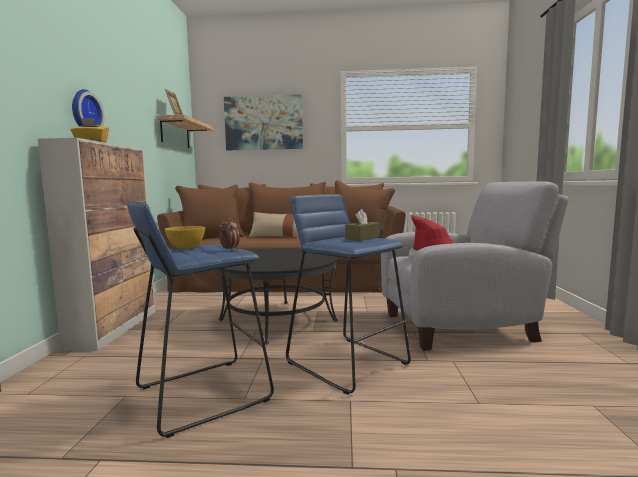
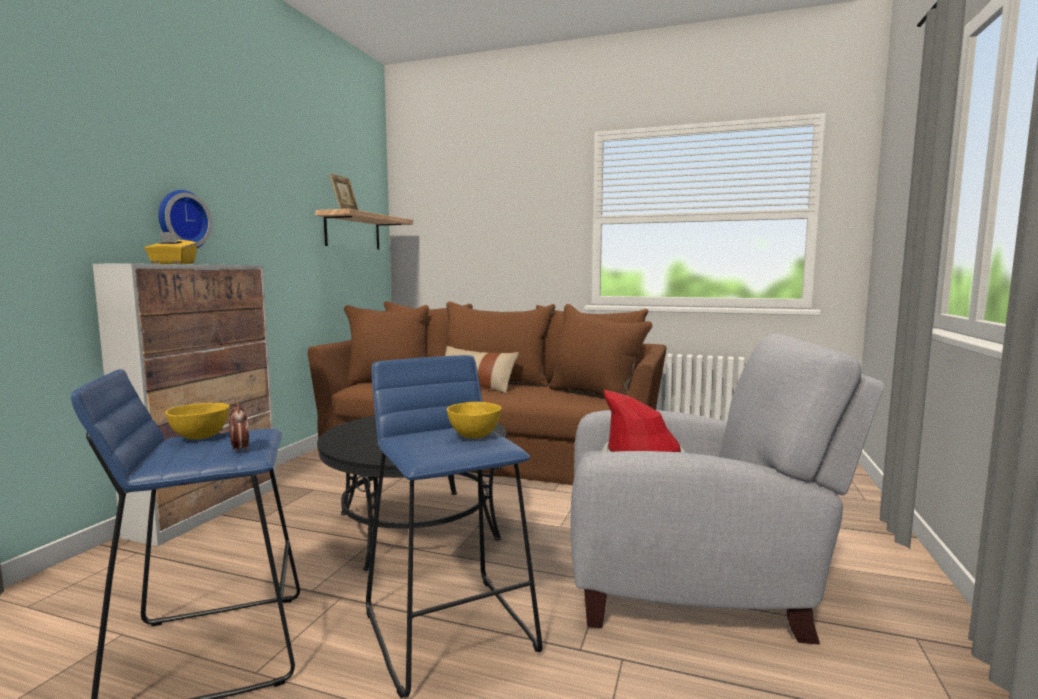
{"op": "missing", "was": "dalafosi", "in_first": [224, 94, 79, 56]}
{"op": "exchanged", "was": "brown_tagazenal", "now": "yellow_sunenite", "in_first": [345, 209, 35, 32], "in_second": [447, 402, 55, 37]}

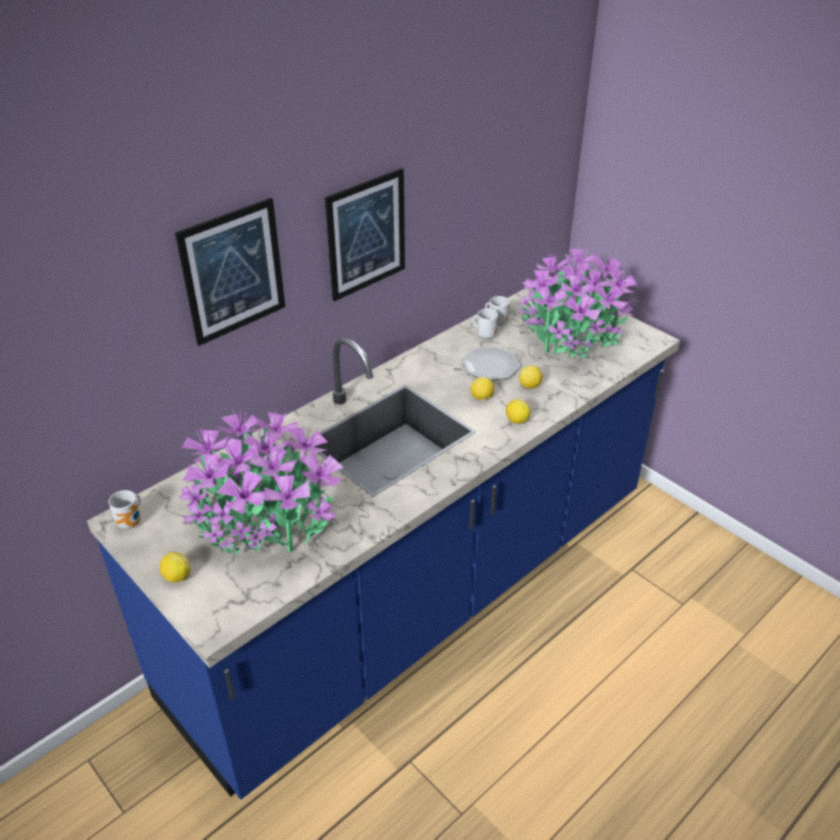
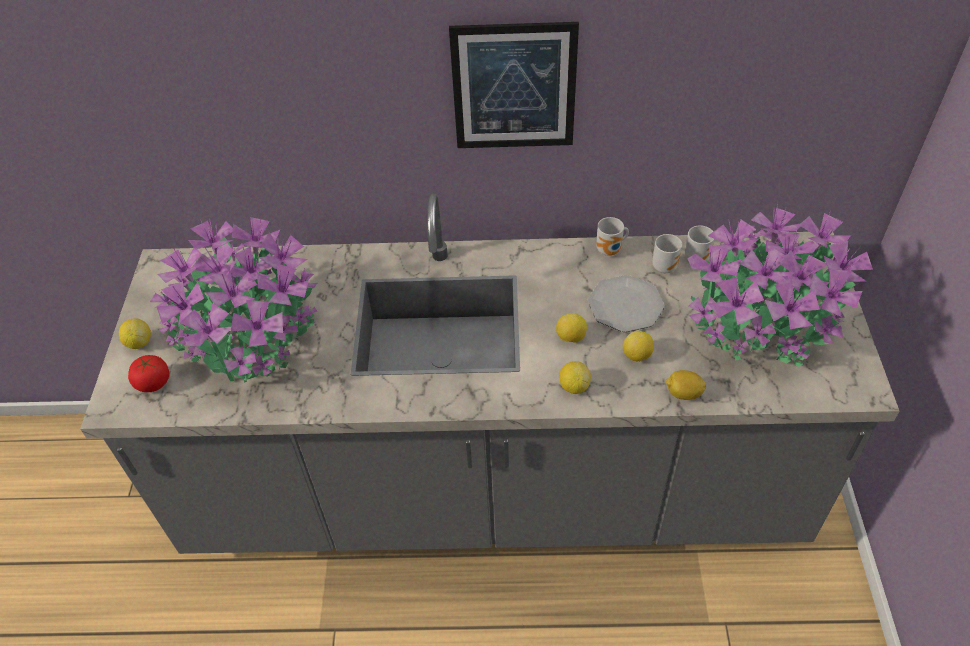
{"op": "missing", "was": "dalafosi", "in_first": [175, 198, 110, 148]}
{"op": "appeared", "now": "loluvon", "in_second": [128, 355, 41, 37]}
{"op": "appeared", "now": "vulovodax", "in_second": [666, 370, 40, 30]}
{"op": "relocated", "was": "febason", "in_first": [108, 490, 33, 39], "in_second": [596, 217, 33, 39]}
{"op": "colour", "was": "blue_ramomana", "now": "grey_ramomana", "in_first": [87, 276, 593, 524], "in_second": [80, 192, 819, 362]}

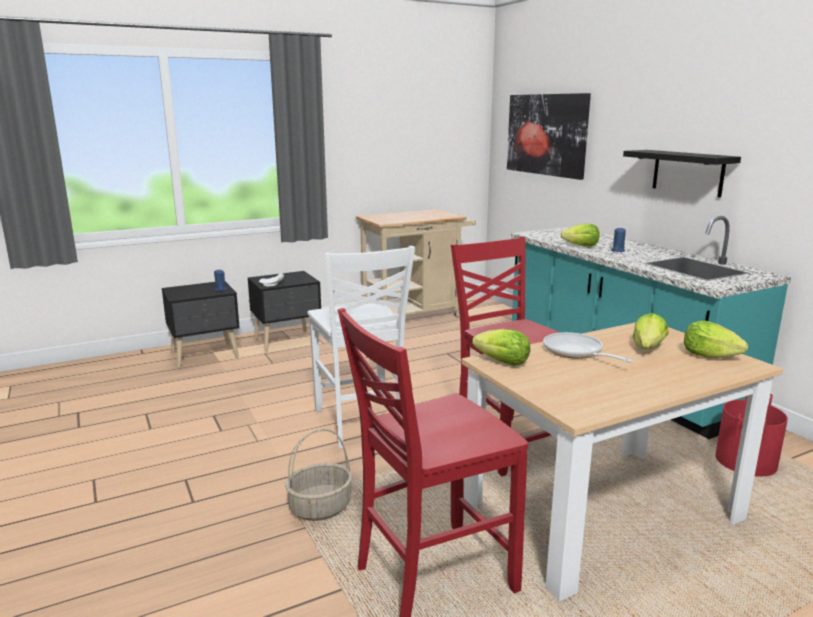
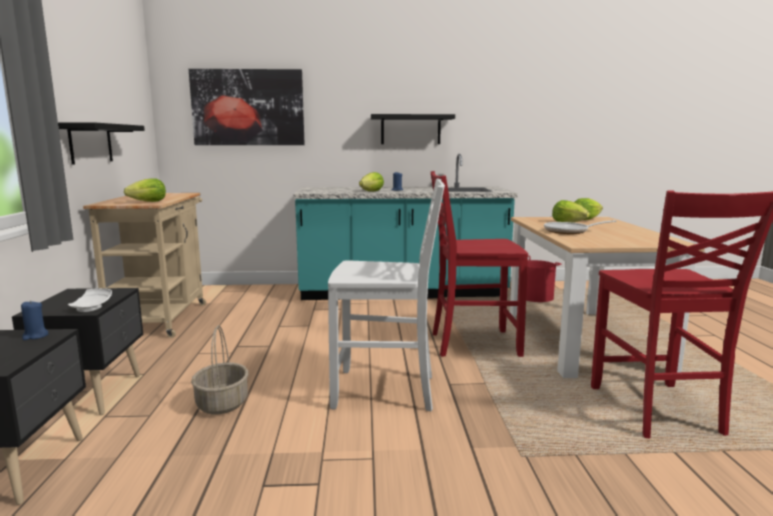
{"op": "appeared", "now": "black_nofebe", "in_second": [58, 122, 87, 43]}
{"op": "relocated", "was": "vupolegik", "in_first": [285, 429, 68, 92], "in_second": [191, 325, 57, 90]}
{"op": "relocated", "was": "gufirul", "in_first": [472, 329, 58, 37], "in_second": [124, 178, 42, 24]}

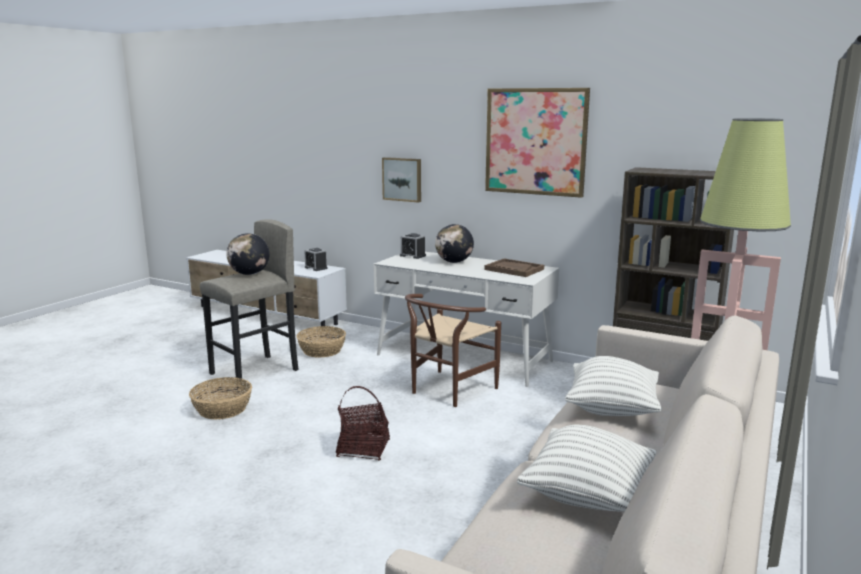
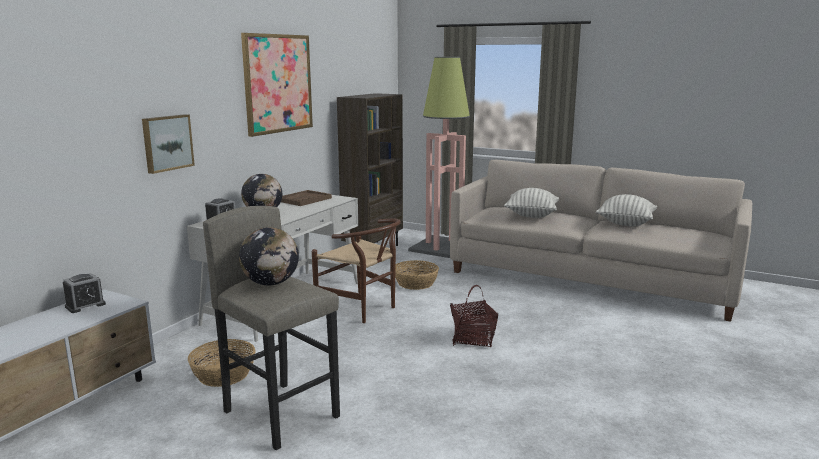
{"op": "relocated", "was": "vupolegik", "in_first": [189, 377, 63, 42], "in_second": [395, 260, 44, 30]}

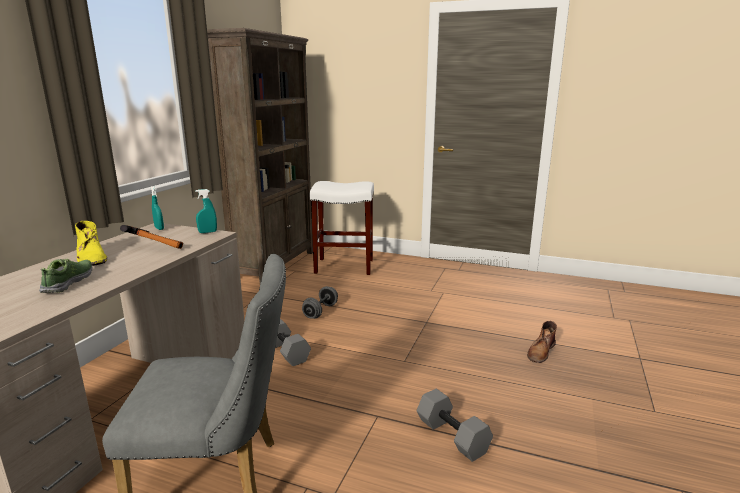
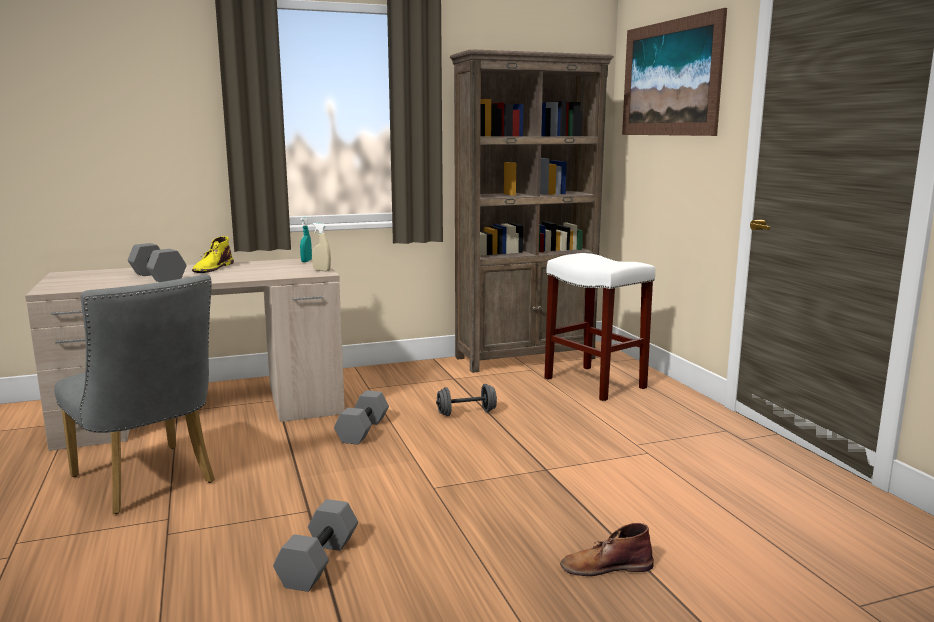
{"op": "missing", "was": "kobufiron", "in_first": [120, 225, 63, 24]}
{"op": "appeared", "now": "dalafosi", "in_second": [622, 8, 105, 128]}
{"op": "exchanged", "was": "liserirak", "now": "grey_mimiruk", "in_first": [39, 258, 54, 35], "in_second": [128, 243, 59, 39]}
{"op": "colour", "was": "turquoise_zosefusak", "now": "beige_zosefusak", "in_first": [195, 189, 22, 44], "in_second": [312, 223, 19, 48]}

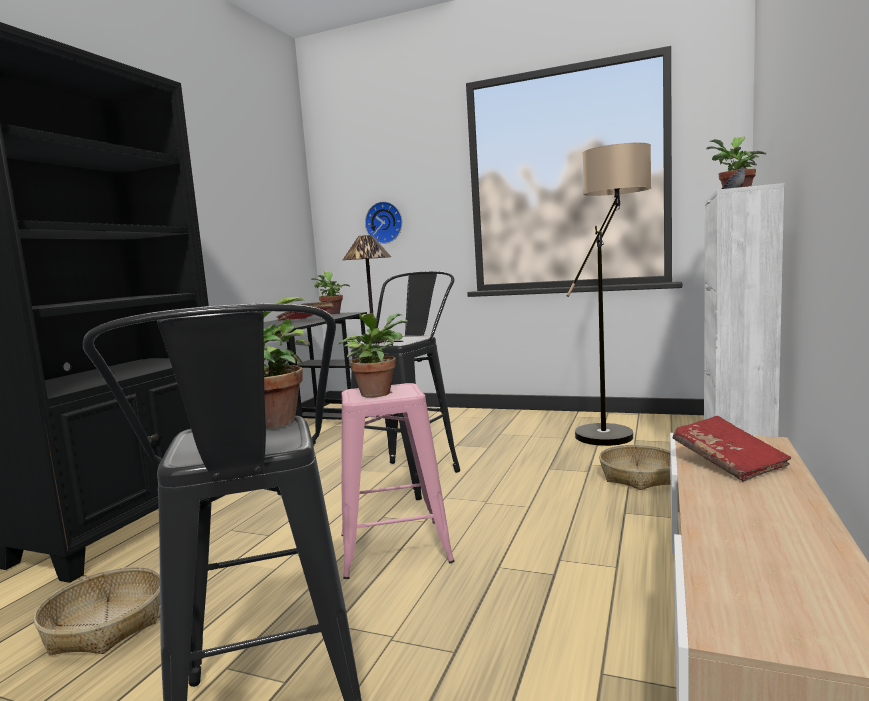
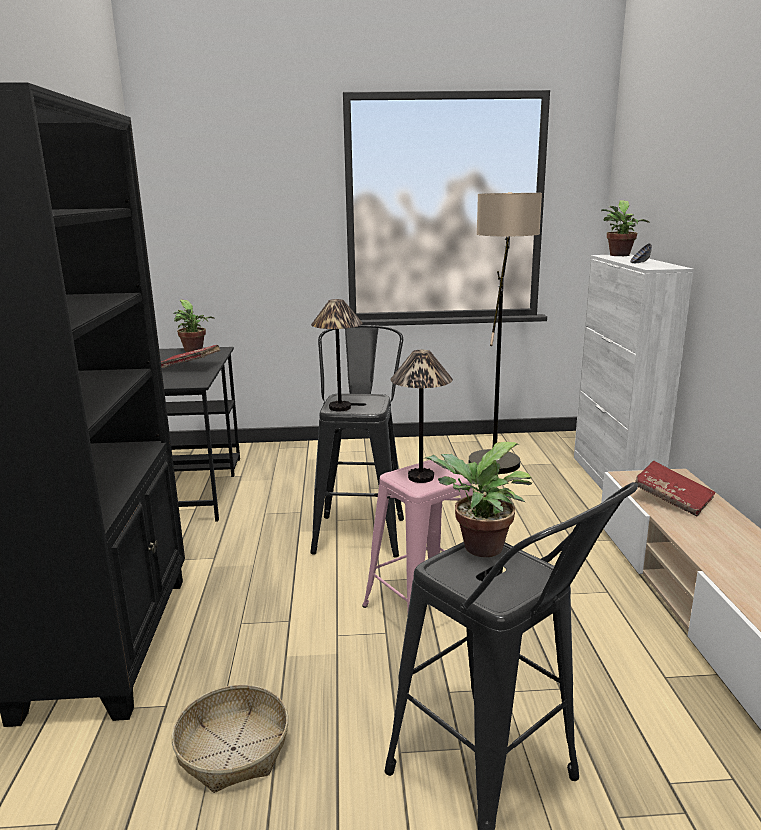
{"op": "missing", "was": "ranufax", "in_first": [365, 201, 37, 43]}
{"op": "missing", "was": "vupolegik", "in_first": [599, 445, 71, 45]}
{"op": "exchanged", "was": "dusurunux", "now": "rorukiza", "in_first": [338, 313, 70, 84], "in_second": [391, 350, 62, 133]}

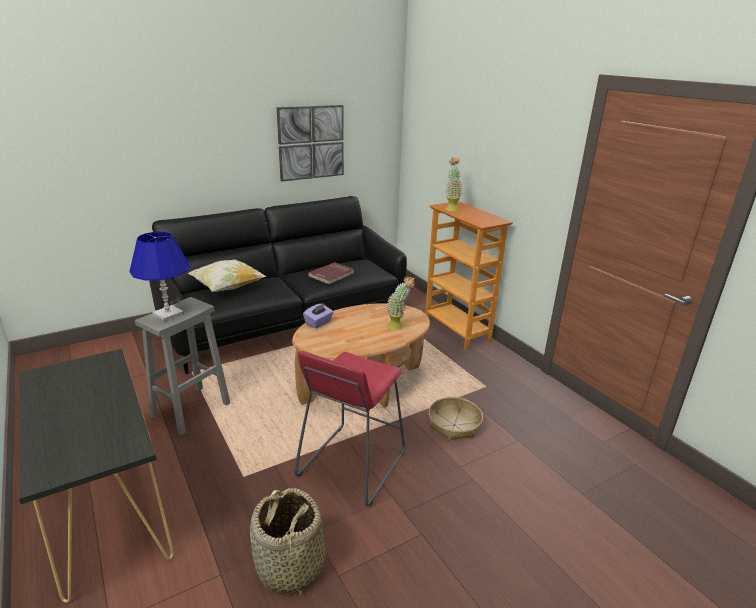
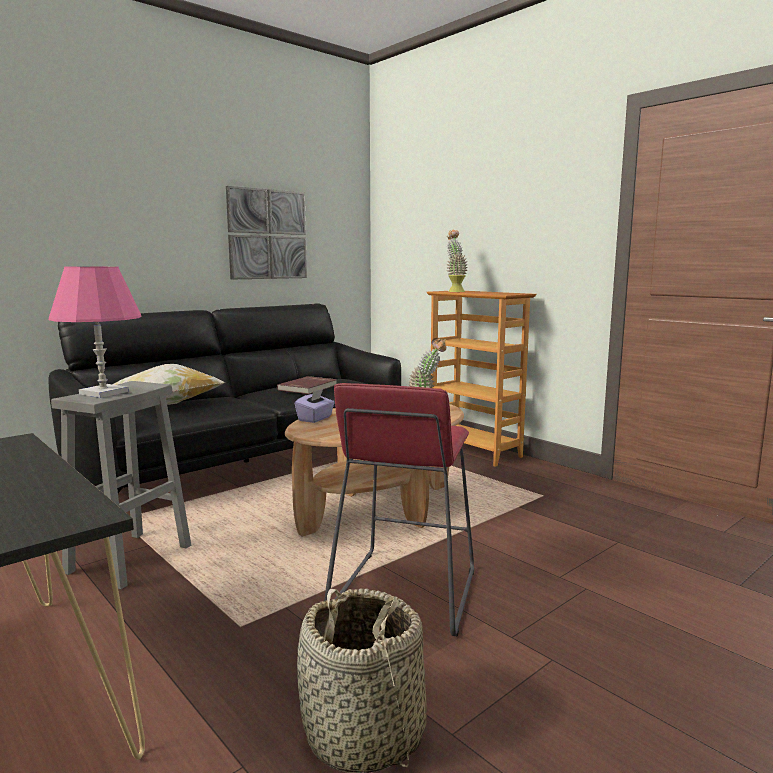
{"op": "missing", "was": "vupolegik", "in_first": [429, 397, 54, 44]}
{"op": "colour", "was": "blue_rorukiza", "now": "pink_rorukiza", "in_first": [130, 232, 60, 90], "in_second": [49, 266, 92, 132]}

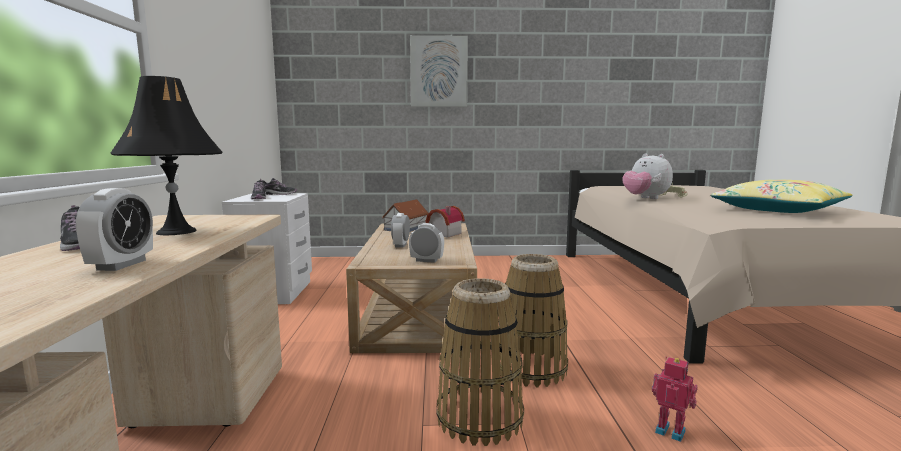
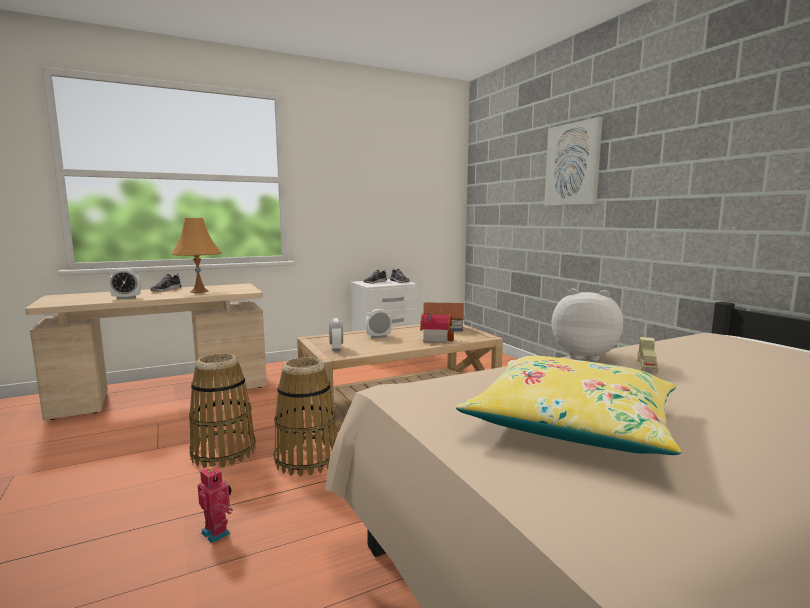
{"op": "colour", "was": "black_rorukiza", "now": "orange_rorukiza", "in_first": [111, 76, 112, 160], "in_second": [171, 218, 51, 75]}
{"op": "spun", "was": "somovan", "in_first": [622, 153, 51, 46], "in_second": [552, 289, 71, 72], "clockwise": 75}
{"op": "spun", "was": "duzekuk", "in_first": [652, 357, 46, 85], "in_second": [198, 465, 35, 78], "clockwise": -60}

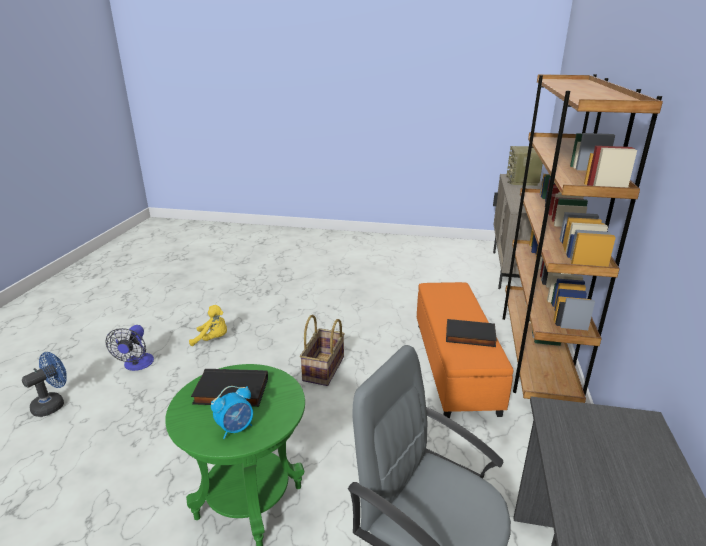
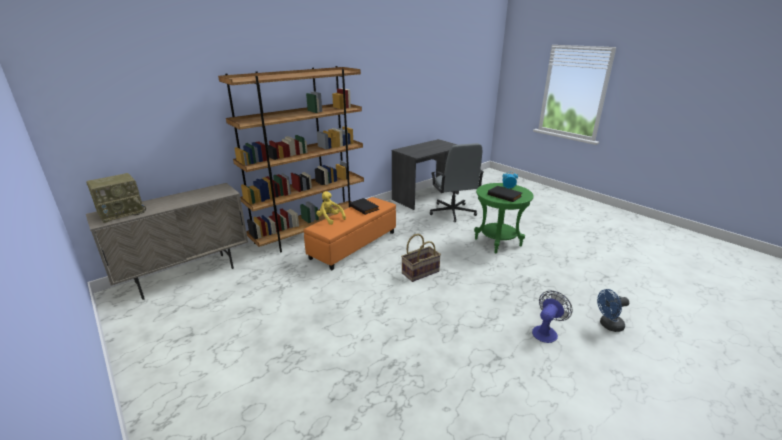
{"op": "relocated", "was": "yellow_somovan", "in_first": [189, 305, 38, 41], "in_second": [316, 191, 30, 34]}

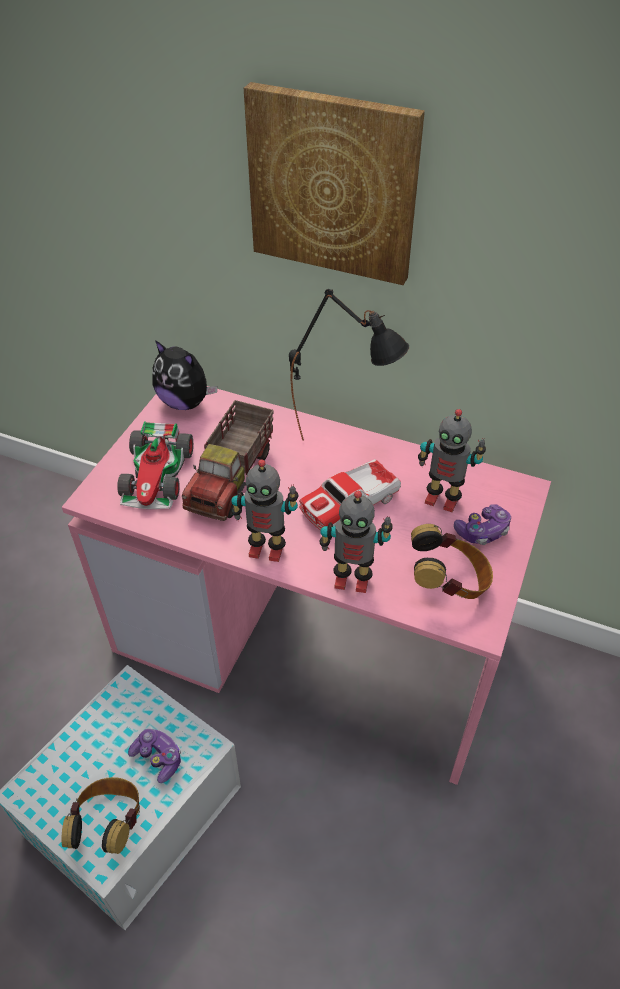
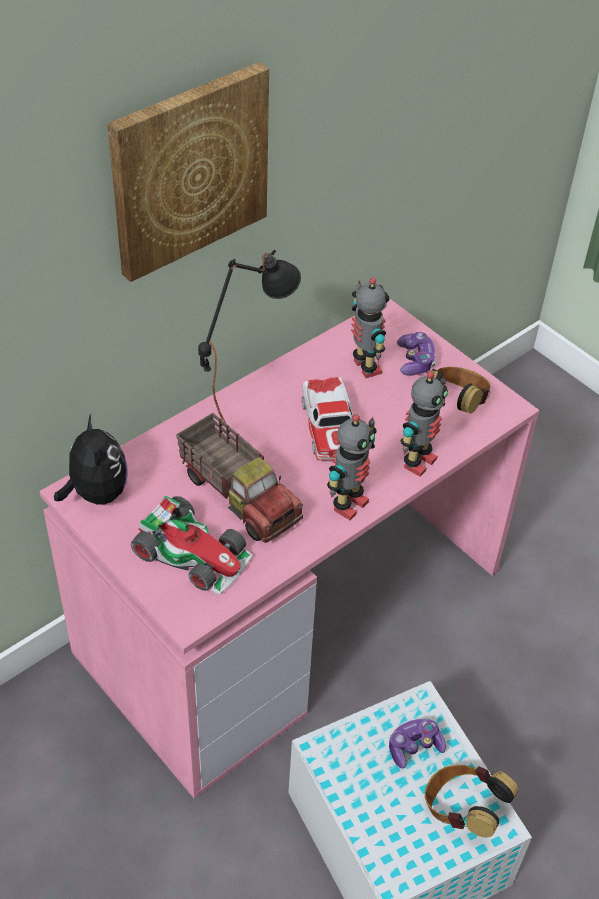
{"op": "spun", "was": "somovan", "in_first": [152, 340, 65, 70], "in_second": [54, 414, 74, 91], "clockwise": -75}
{"op": "spun", "was": "duzekuk", "in_first": [418, 409, 68, 103], "in_second": [351, 278, 39, 100], "clockwise": -75}

